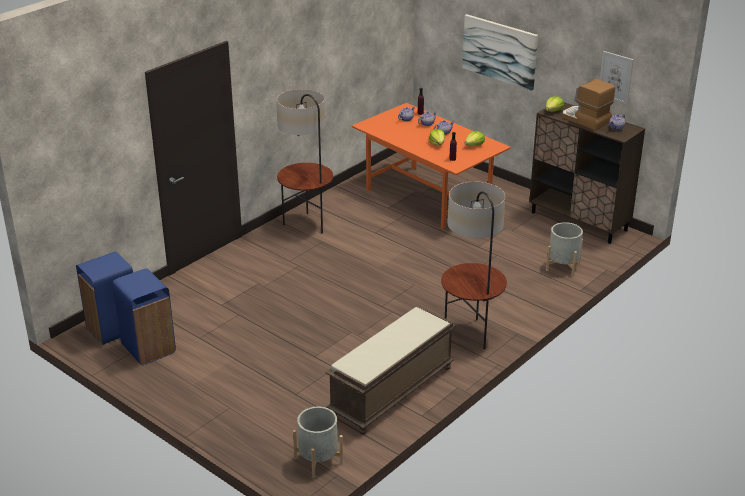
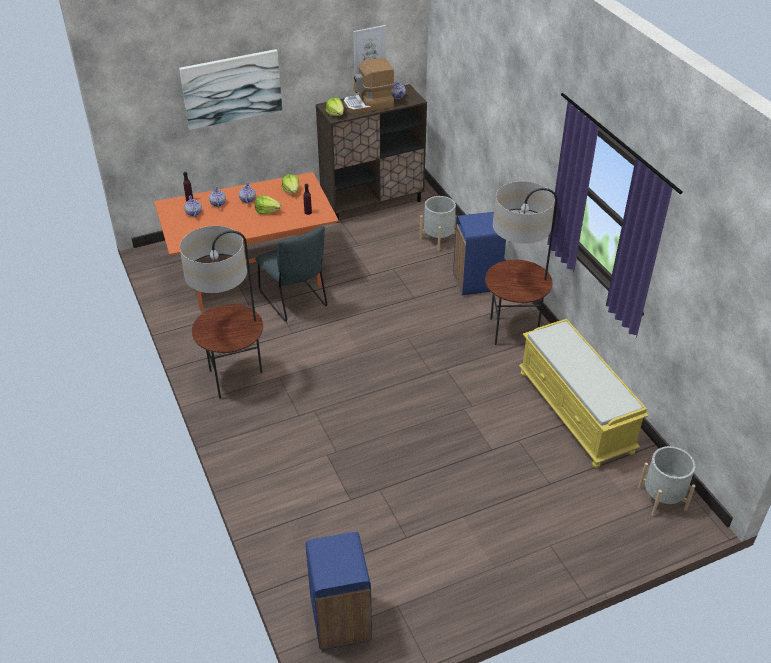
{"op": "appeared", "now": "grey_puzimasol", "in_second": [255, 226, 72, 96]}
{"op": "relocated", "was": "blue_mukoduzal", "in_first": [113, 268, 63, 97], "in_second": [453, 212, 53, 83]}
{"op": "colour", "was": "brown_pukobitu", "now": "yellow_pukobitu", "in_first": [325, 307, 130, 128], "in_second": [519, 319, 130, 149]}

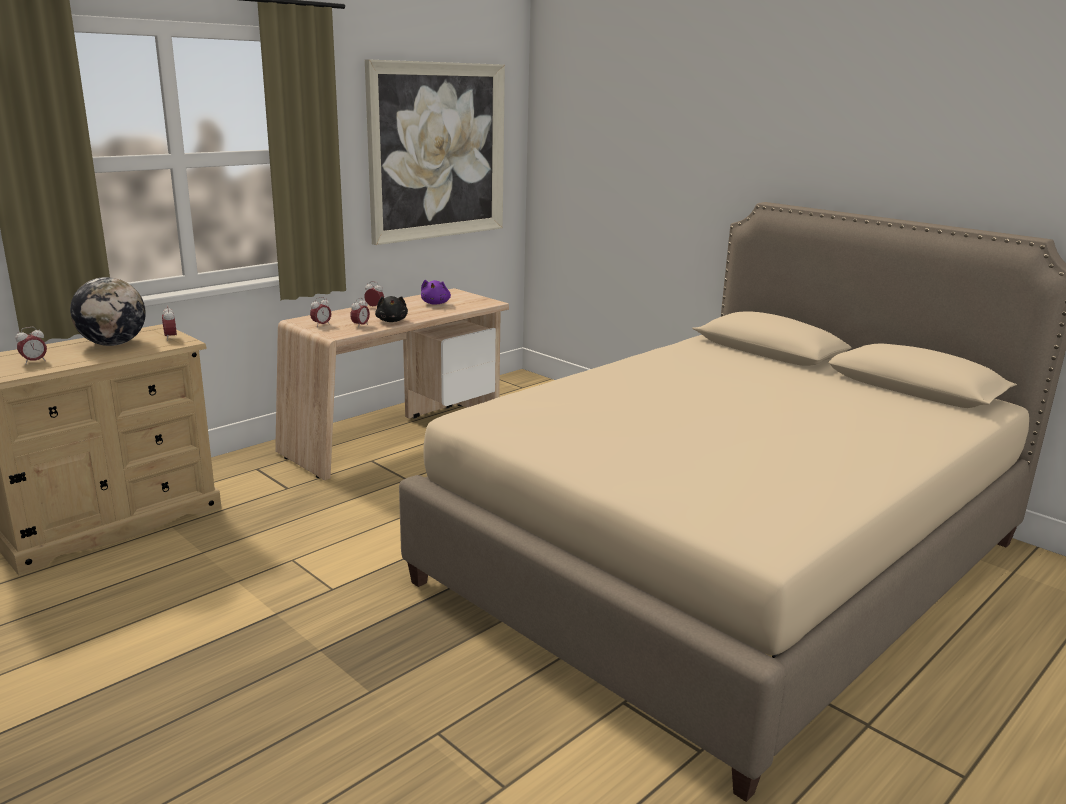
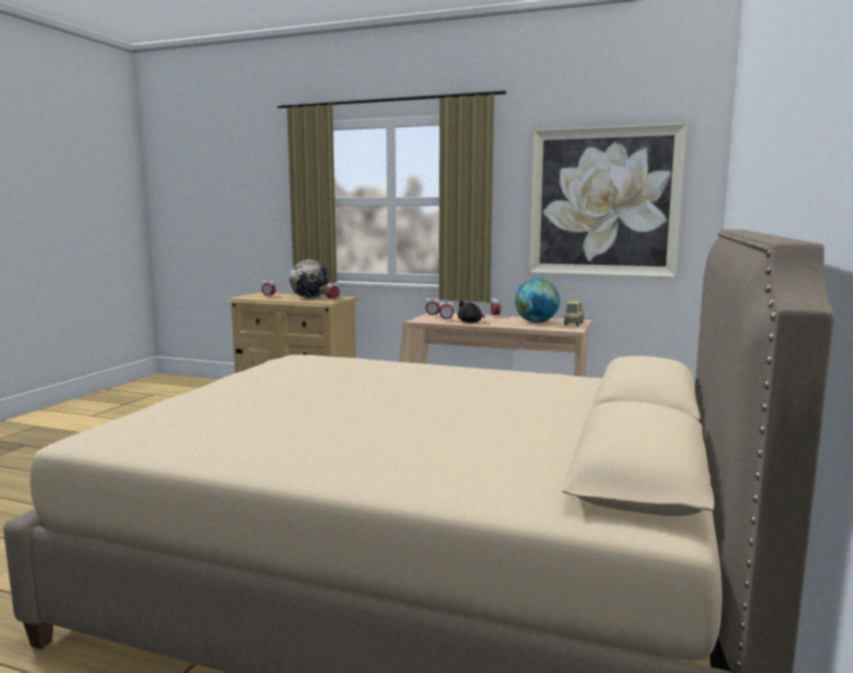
{"op": "appeared", "now": "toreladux", "in_second": [564, 301, 20, 25]}
{"op": "exchanged", "was": "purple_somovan", "now": "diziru", "in_first": [421, 280, 30, 25], "in_second": [515, 278, 45, 45]}

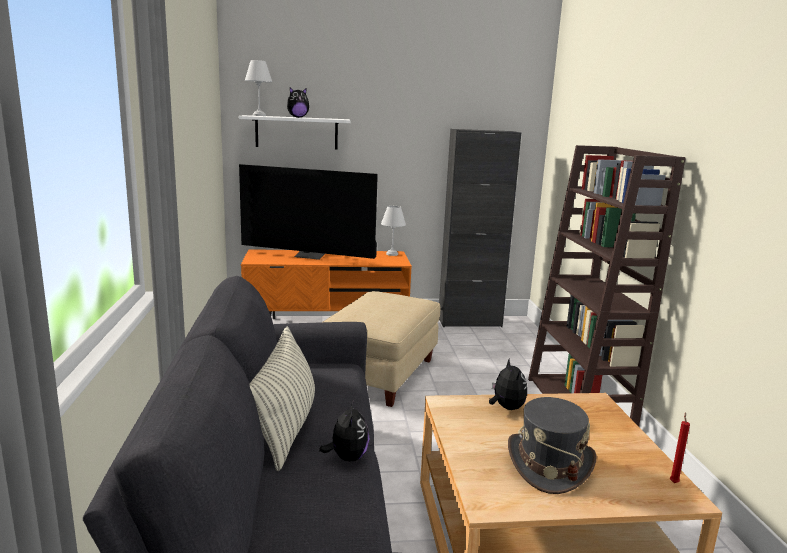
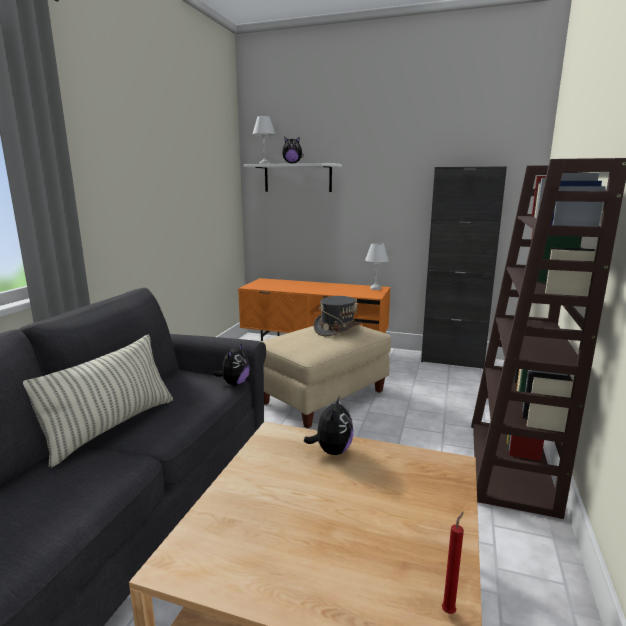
{"op": "missing", "was": "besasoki", "in_first": [239, 164, 139, 96]}
{"op": "relocated", "was": "somovan", "in_first": [319, 400, 51, 61], "in_second": [214, 343, 36, 43]}
{"op": "relocated", "was": "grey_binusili", "in_first": [508, 397, 89, 97], "in_second": [313, 296, 48, 40]}

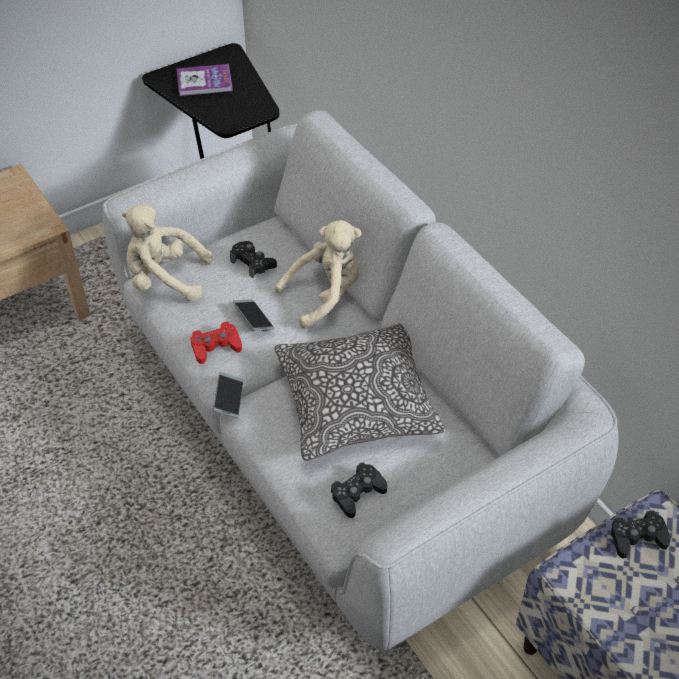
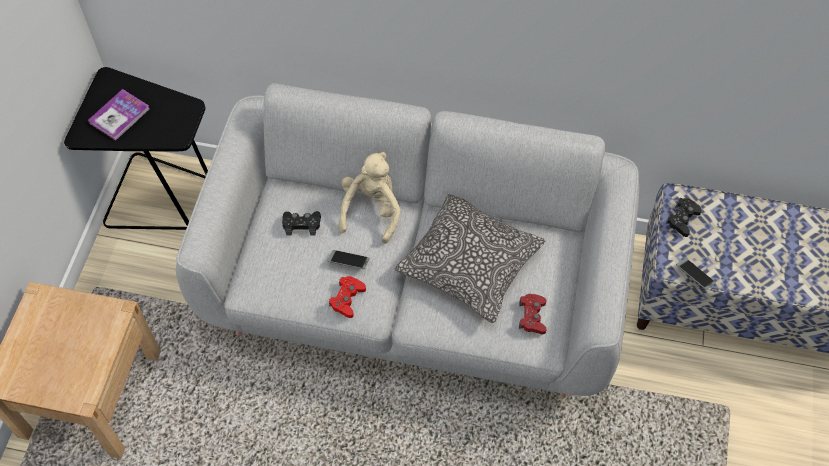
{"op": "missing", "was": "beige_somovan", "in_first": [122, 205, 91, 97]}
{"op": "relocated", "was": "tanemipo", "in_first": [213, 372, 30, 46], "in_second": [676, 258, 40, 32]}
{"op": "colour", "was": "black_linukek", "now": "red_linukek", "in_first": [331, 463, 56, 55], "in_second": [519, 294, 28, 40]}

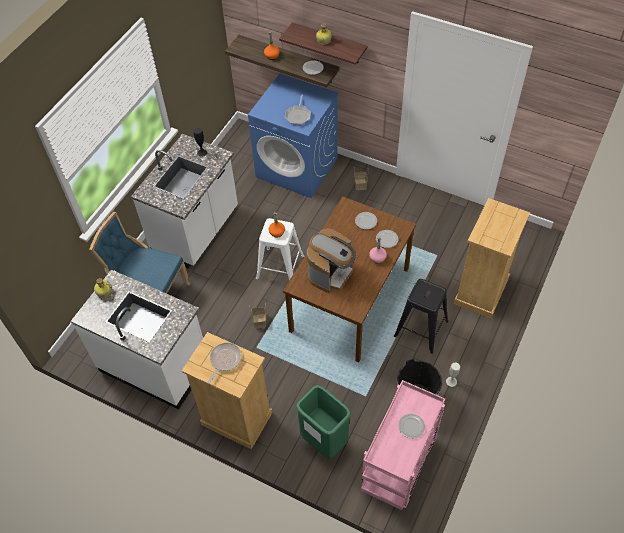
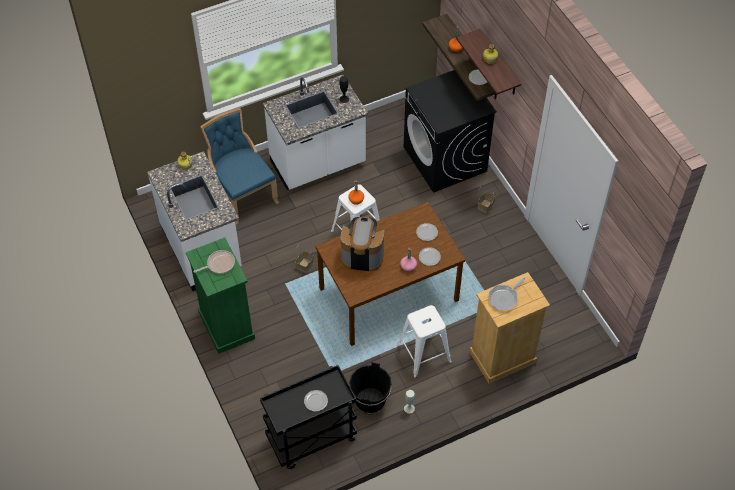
{"op": "missing", "was": "green_mukoduzal", "in_first": [296, 385, 55, 74]}
{"op": "relocated", "was": "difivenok", "in_first": [285, 94, 26, 31], "in_second": [489, 278, 36, 32]}
{"op": "colour", "was": "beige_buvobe", "now": "green_buvobe", "in_first": [182, 332, 90, 117], "in_second": [186, 237, 69, 117]}
{"op": "colour", "was": "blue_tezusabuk", "now": "black_tezusabuk", "in_first": [248, 74, 91, 124], "in_second": [404, 70, 93, 123]}
{"op": "colour", "was": "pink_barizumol", "now": "black_barizumol", "in_first": [361, 380, 84, 130], "in_second": [260, 365, 97, 104]}
{"op": "colour", "was": "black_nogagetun", "now": "white_nogagetun", "in_first": [394, 279, 55, 75], "in_second": [396, 305, 56, 73]}
{"op": "spun", "was": "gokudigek", "in_first": [307, 228, 49, 65], "in_second": [340, 217, 44, 54], "clockwise": -150}

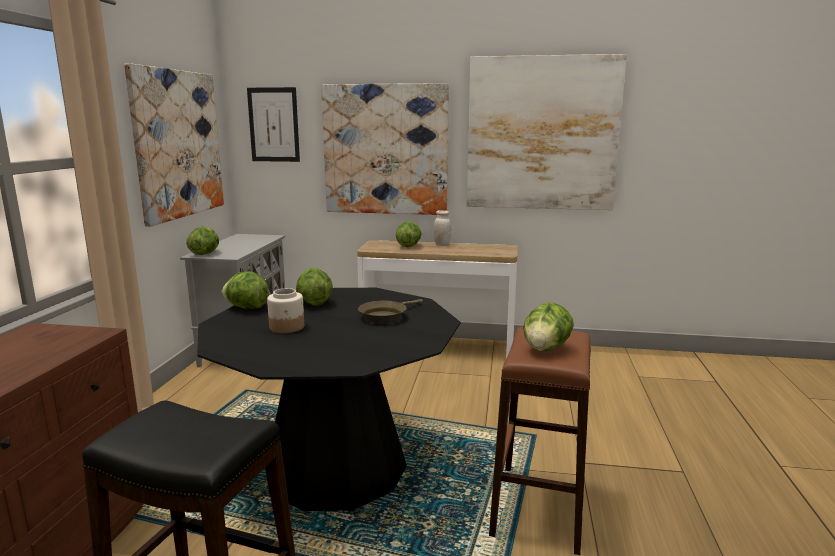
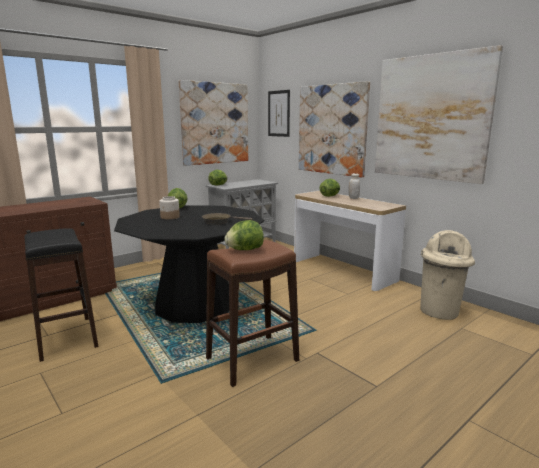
{"op": "missing", "was": "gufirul", "in_first": [296, 268, 37, 38]}
{"op": "appeared", "now": "beige_mukoduzal", "in_second": [420, 230, 55, 90]}

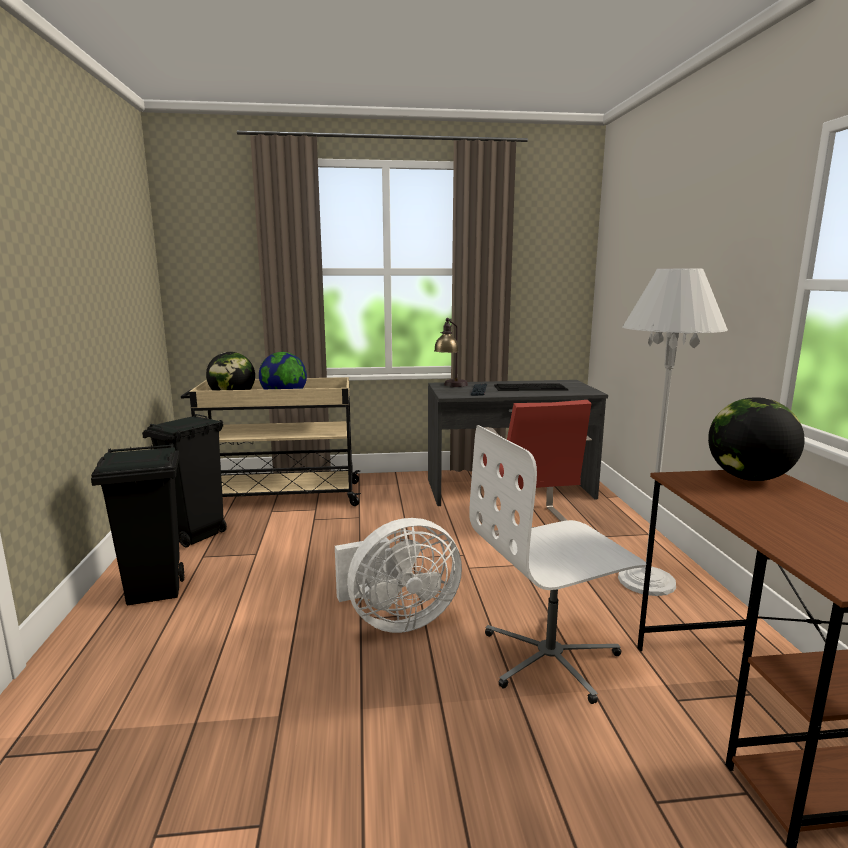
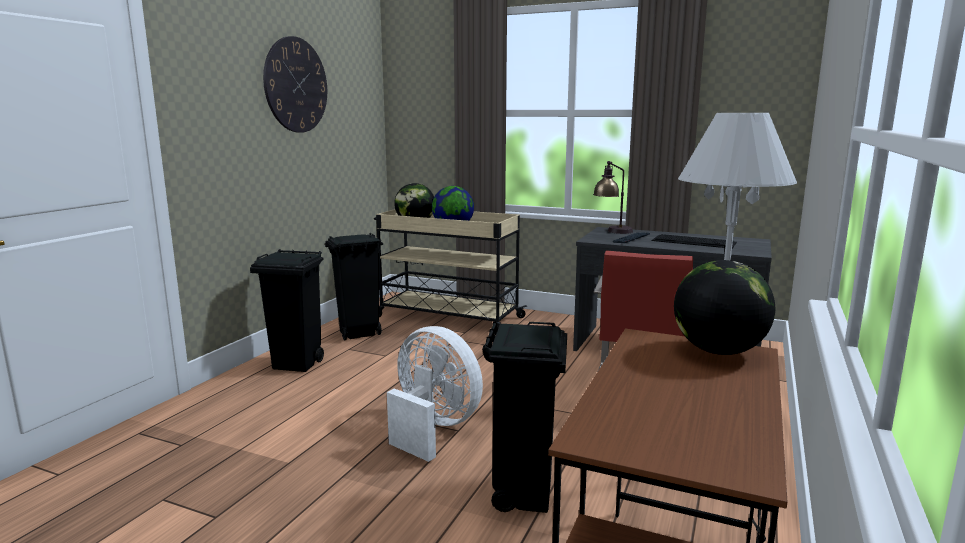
{"op": "appeared", "now": "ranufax", "in_second": [263, 36, 64, 97]}
{"op": "exchanged", "was": "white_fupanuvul", "now": "black_mukoduzal", "in_first": [469, 425, 177, 279], "in_second": [483, 321, 84, 192]}
{"op": "spun", "was": "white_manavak", "in_first": [335, 518, 127, 115], "in_second": [387, 326, 96, 136], "clockwise": -150}

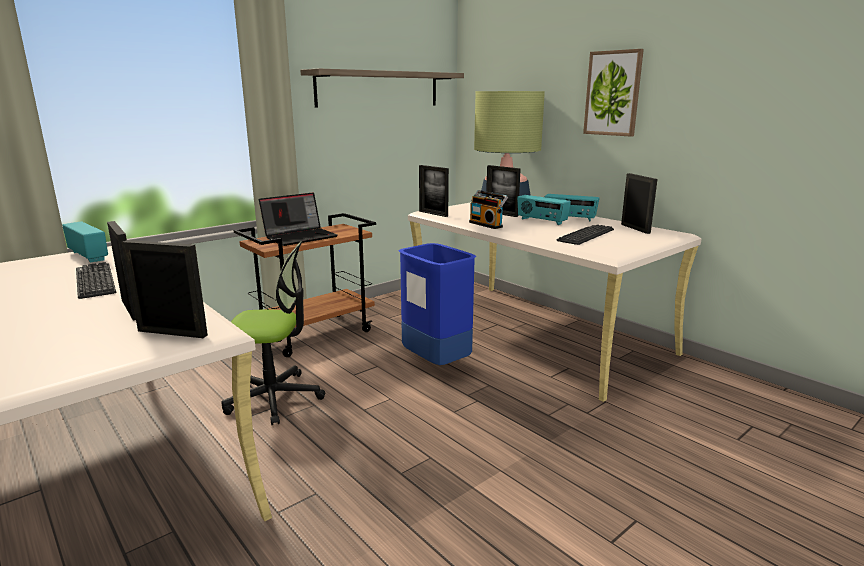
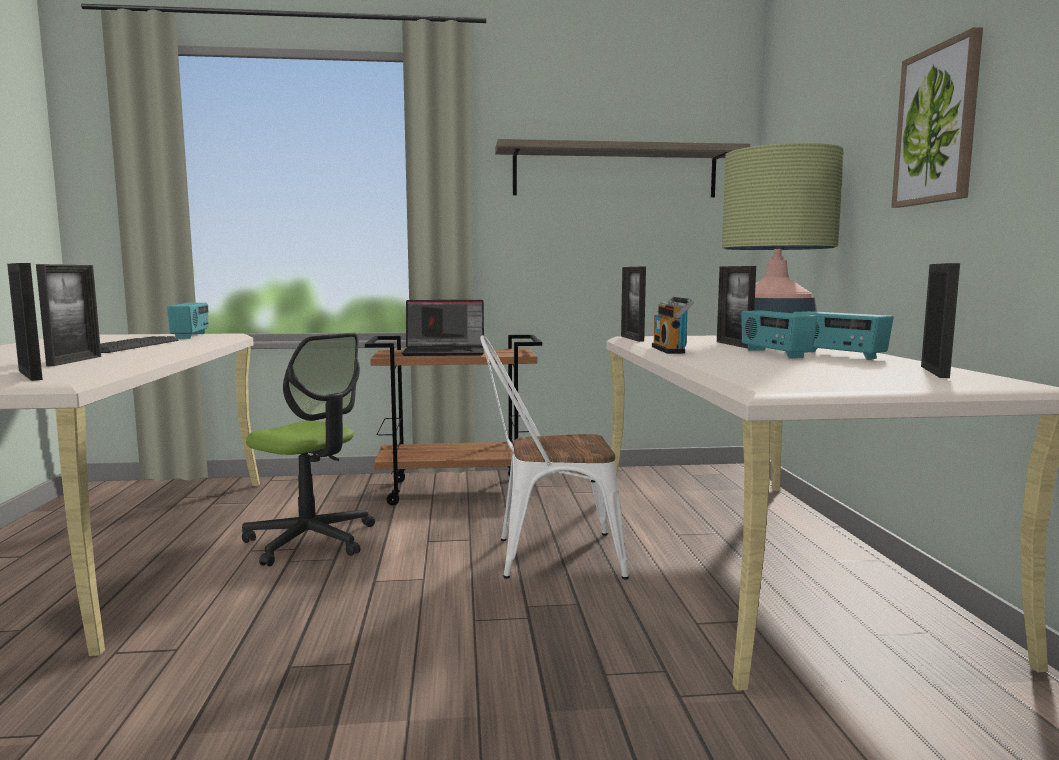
{"op": "missing", "was": "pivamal", "in_first": [557, 224, 57, 21]}
{"op": "exchanged", "was": "blue_mukoduzal", "now": "white_puzimasol", "in_first": [398, 243, 79, 122], "in_second": [480, 335, 149, 244]}

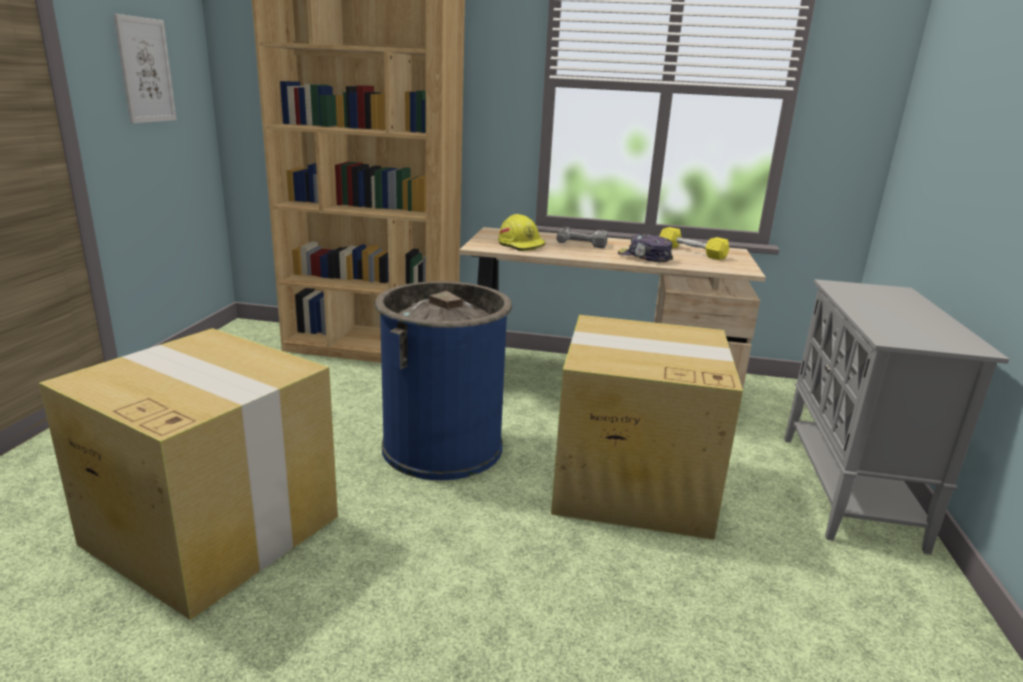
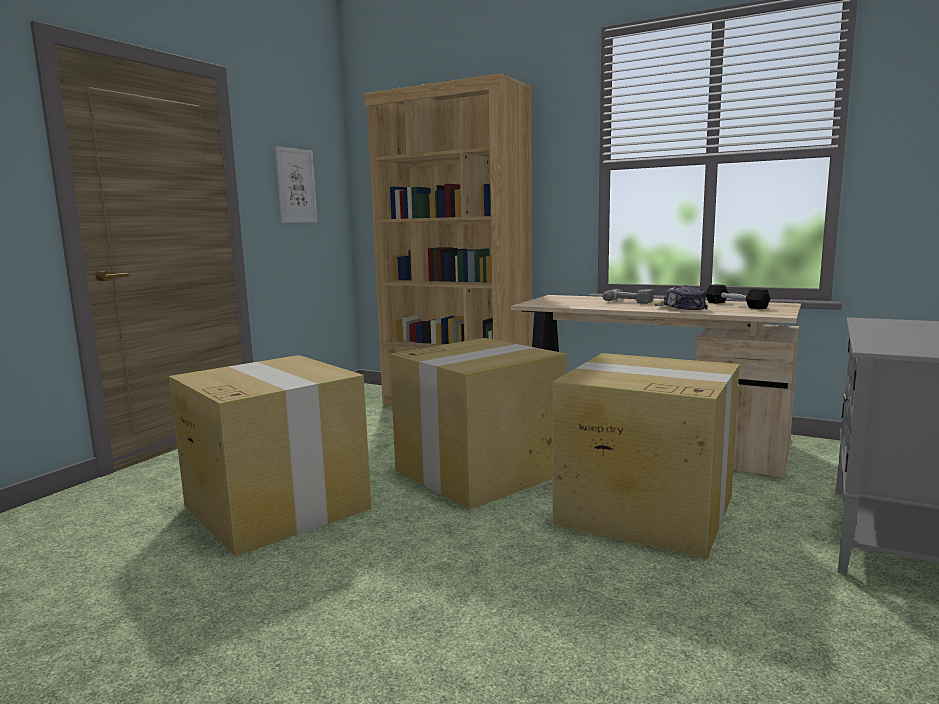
{"op": "missing", "was": "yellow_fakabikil", "in_first": [498, 214, 48, 37]}
{"op": "exchanged", "was": "blue_mukoduzal", "now": "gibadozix", "in_first": [375, 281, 137, 199], "in_second": [390, 338, 177, 172]}
{"op": "colour", "was": "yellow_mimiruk", "now": "black_mimiruk", "in_first": [660, 227, 69, 33], "in_second": [705, 284, 66, 25]}

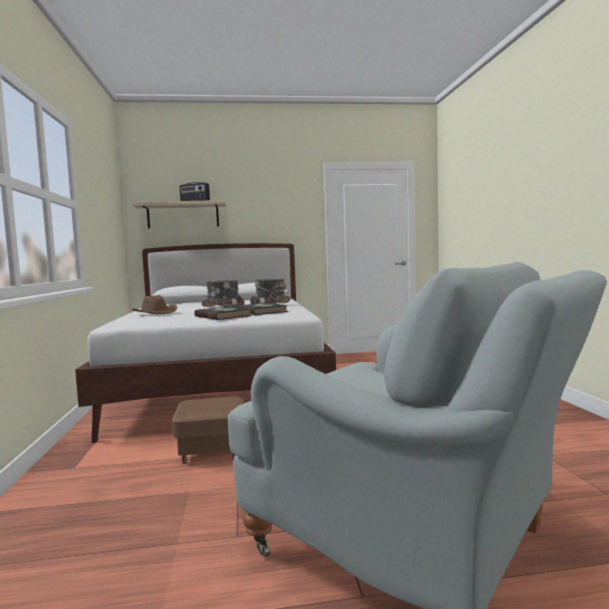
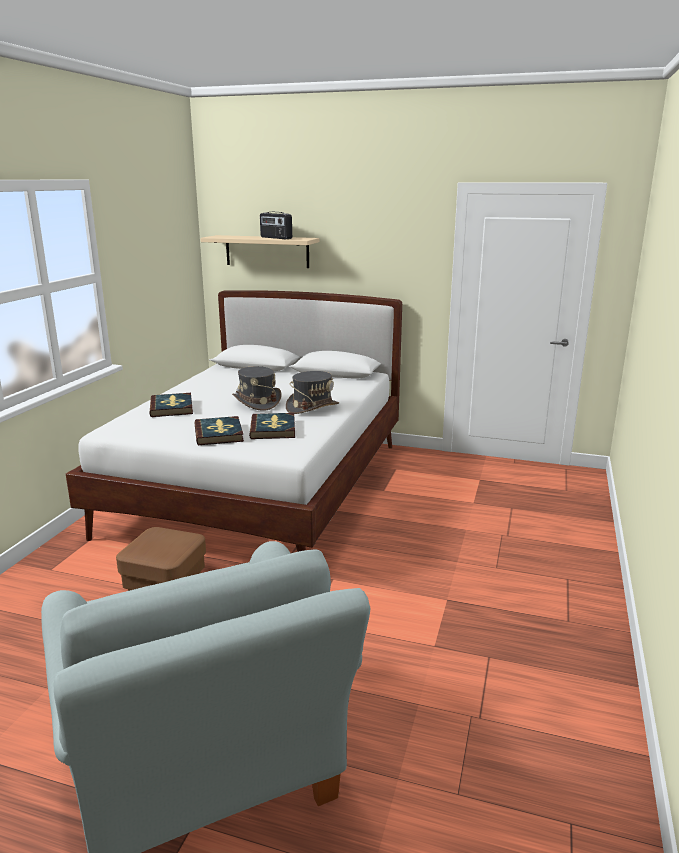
{"op": "exchanged", "was": "brown_binusili", "now": "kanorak", "in_first": [132, 295, 45, 19], "in_second": [149, 393, 44, 24]}

